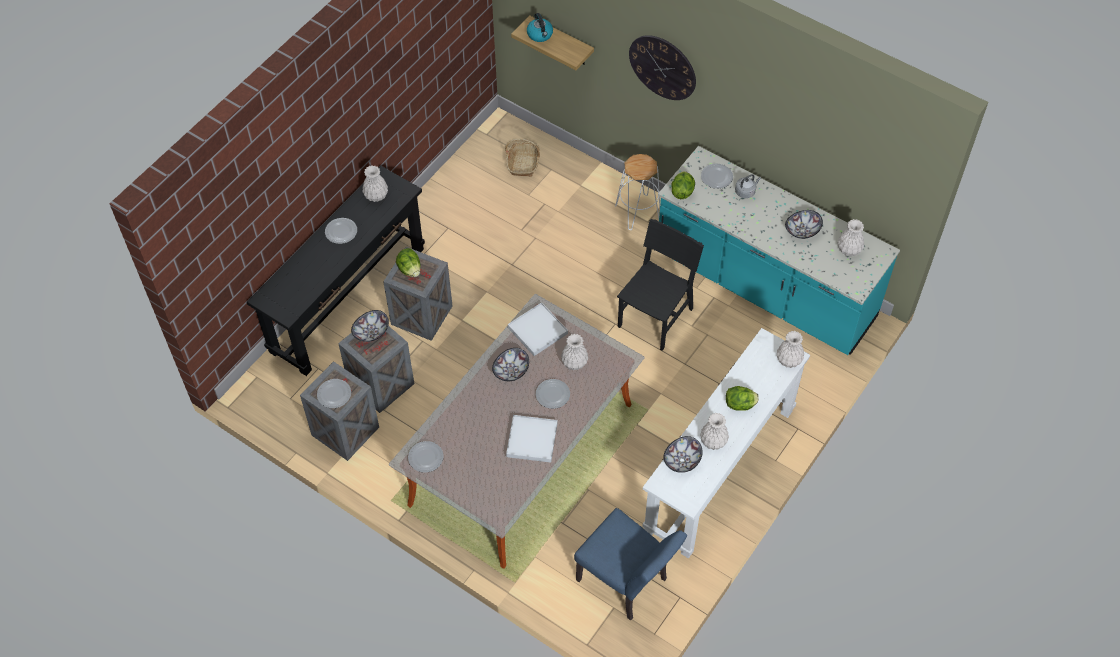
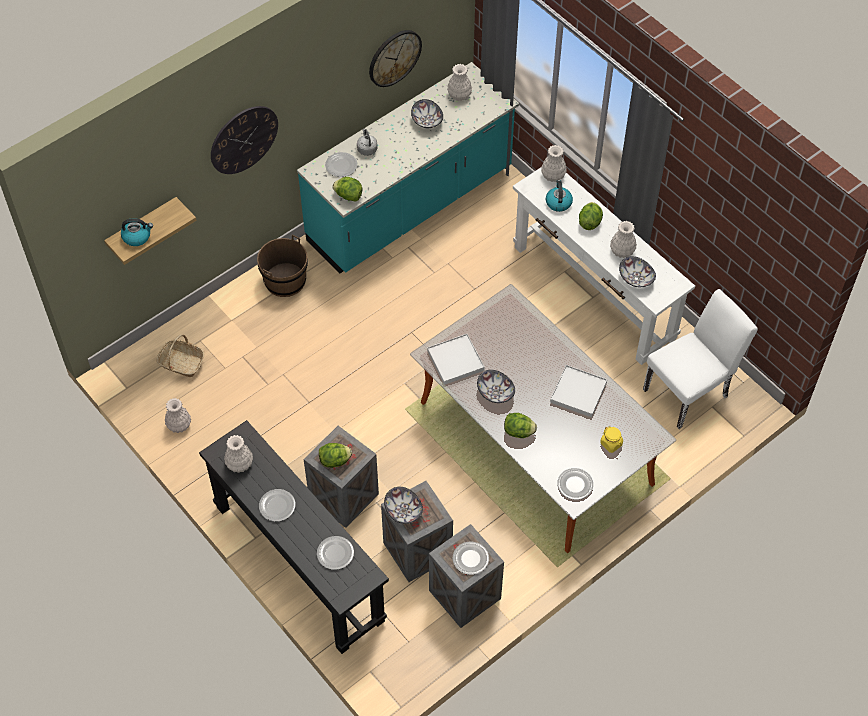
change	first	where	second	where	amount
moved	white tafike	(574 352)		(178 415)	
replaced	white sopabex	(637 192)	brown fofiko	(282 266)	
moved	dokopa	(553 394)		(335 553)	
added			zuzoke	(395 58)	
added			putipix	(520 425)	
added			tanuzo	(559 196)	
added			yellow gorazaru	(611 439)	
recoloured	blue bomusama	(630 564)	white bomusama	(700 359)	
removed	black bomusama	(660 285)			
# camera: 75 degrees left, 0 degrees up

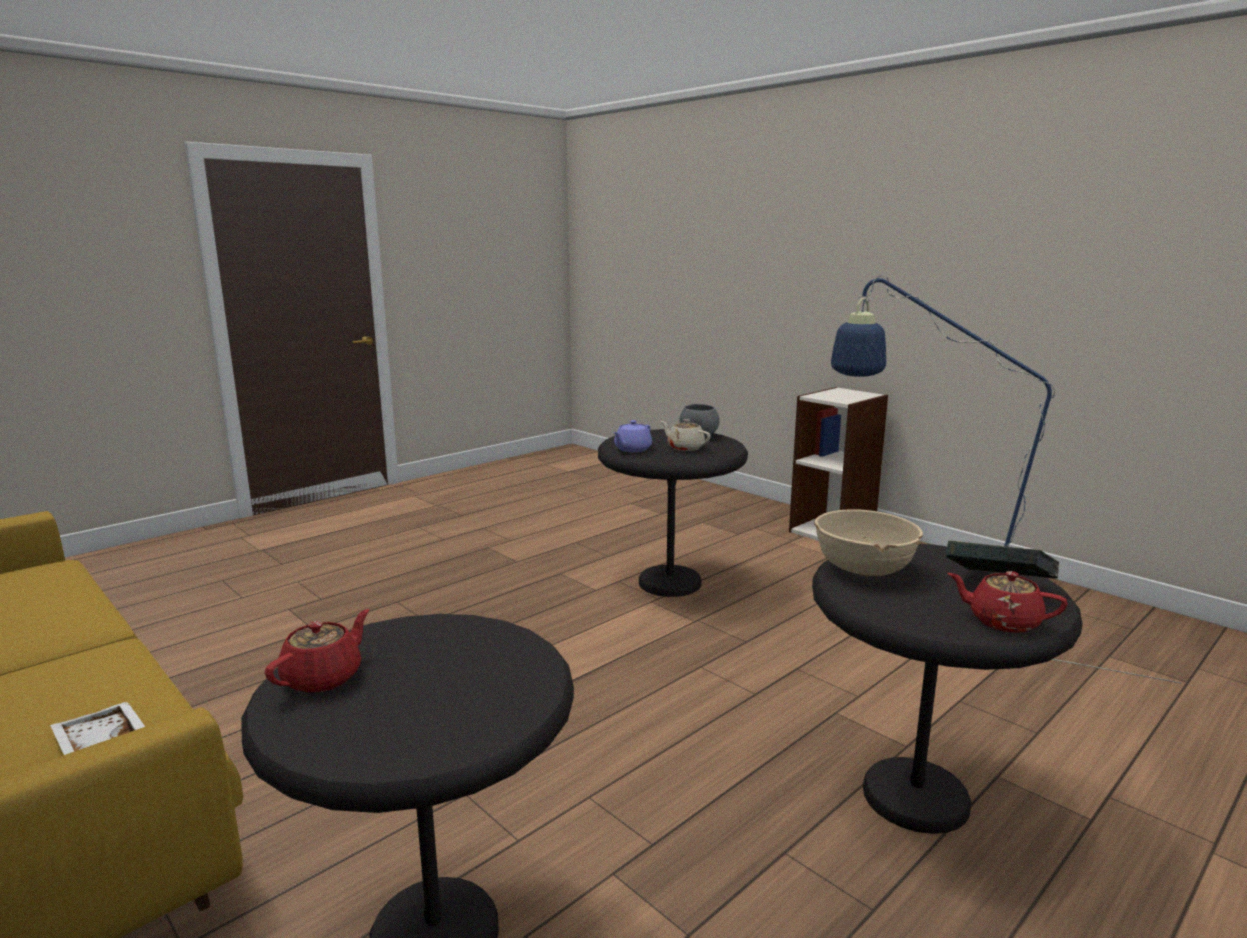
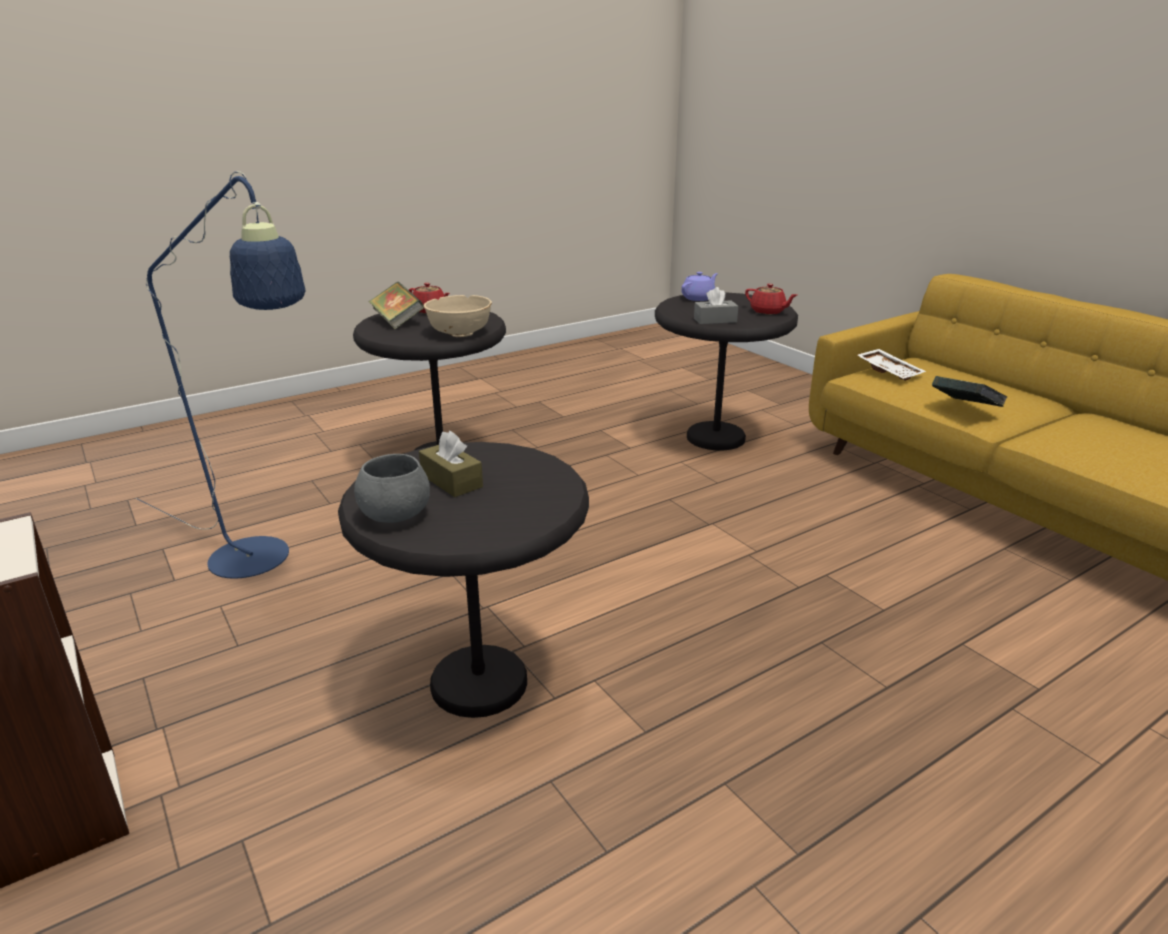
change	first	where	second	where	amount
replaced	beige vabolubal	(686 435)	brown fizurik	(451 464)	
moved	purple vabolubal	(633 436)		(700 286)	
added			grey fizurik	(716 305)	
turned	red vabolubal	(317 651)		(771 299)	90 degrees counterclockwise
added			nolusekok	(969 391)	
# camera: 170 degrees left, 10 degrees up

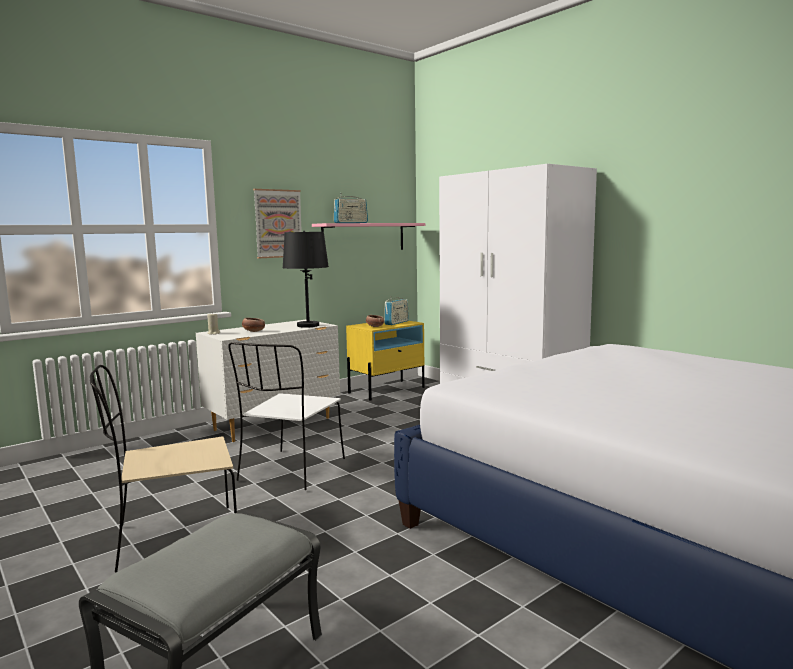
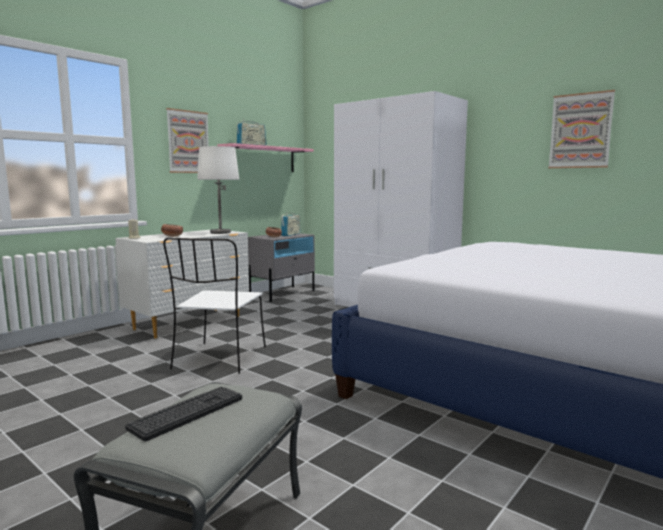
change	first	where	second	where	amount
added			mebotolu	(183 414)	
recoloured	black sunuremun	(306 279)	white sunuremun	(218 190)	
recoloured	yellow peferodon	(385 361)	grey peferodon	(281 267)	
added			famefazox	(581 129)	
removed	beige bomusama	(163 469)			
# camera: 10 degrees left, 0 degrees up

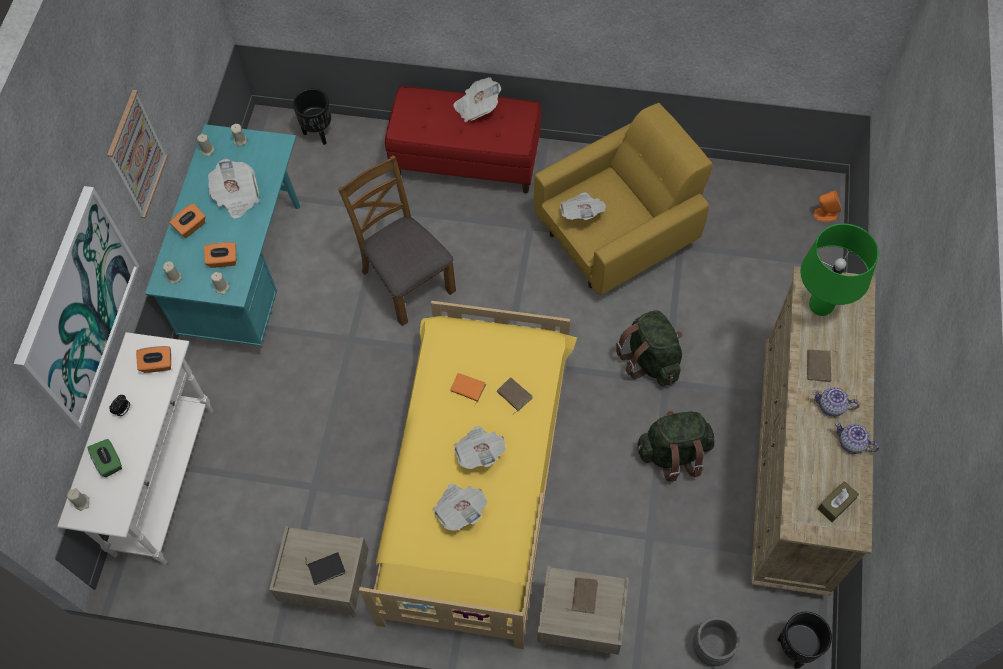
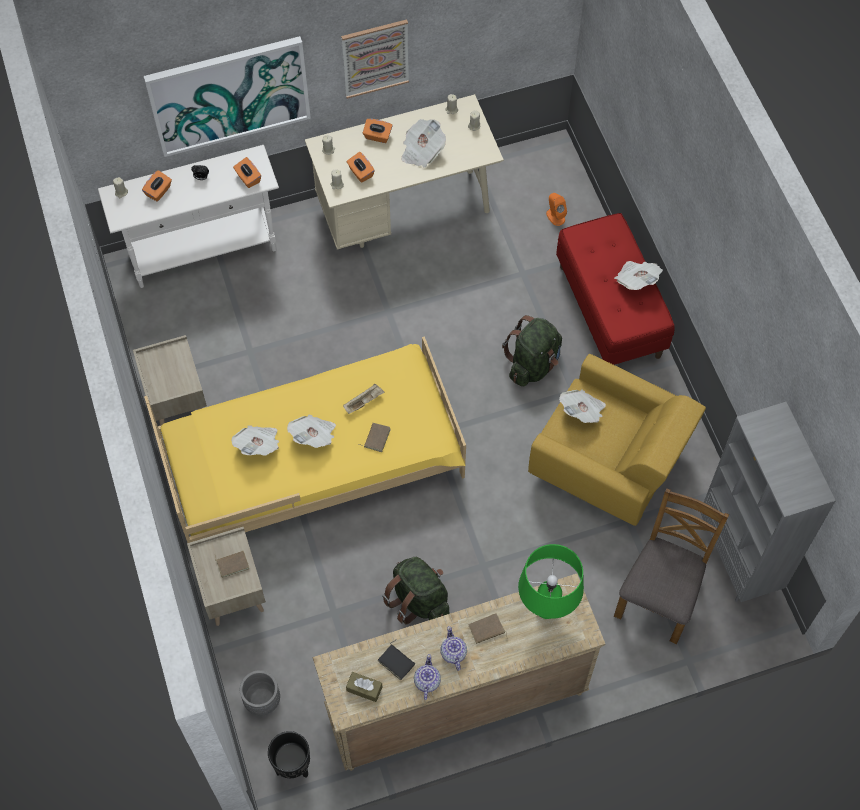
change	first	where	second	where	amount
recoloured	green fizurik	(104 458)	orange fizurik	(157 186)	
recoloured	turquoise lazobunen	(222 235)	beige lazobunen	(404 171)	
replaced	orange nolusekok	(468 389)	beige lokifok	(363 399)	
moved	black nolusekok	(325 568)		(396 659)	
moved	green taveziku	(649 348)		(532 350)	
moved	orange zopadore	(827 206)		(556 209)	
moved	brown bomusama	(397 240)		(671 566)	
added			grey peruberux	(768 502)	
removed	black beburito	(312 116)			
# camera: 60 degrees right, 0 degrees up

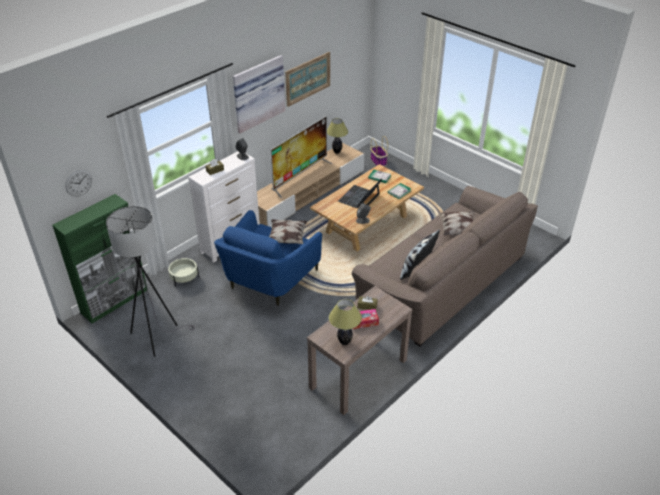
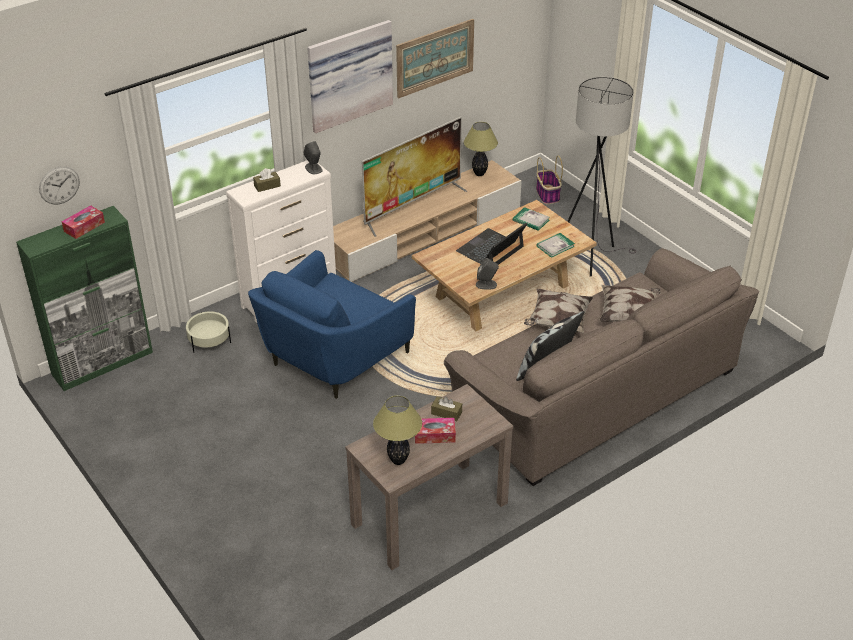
change	first	where	second	where	amount
added			fizurik	(83 222)	
moved	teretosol	(288 231)		(558 311)	
moved	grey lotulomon	(150 281)		(602 177)	
# camera: 10 degrees right, 0 degrees up

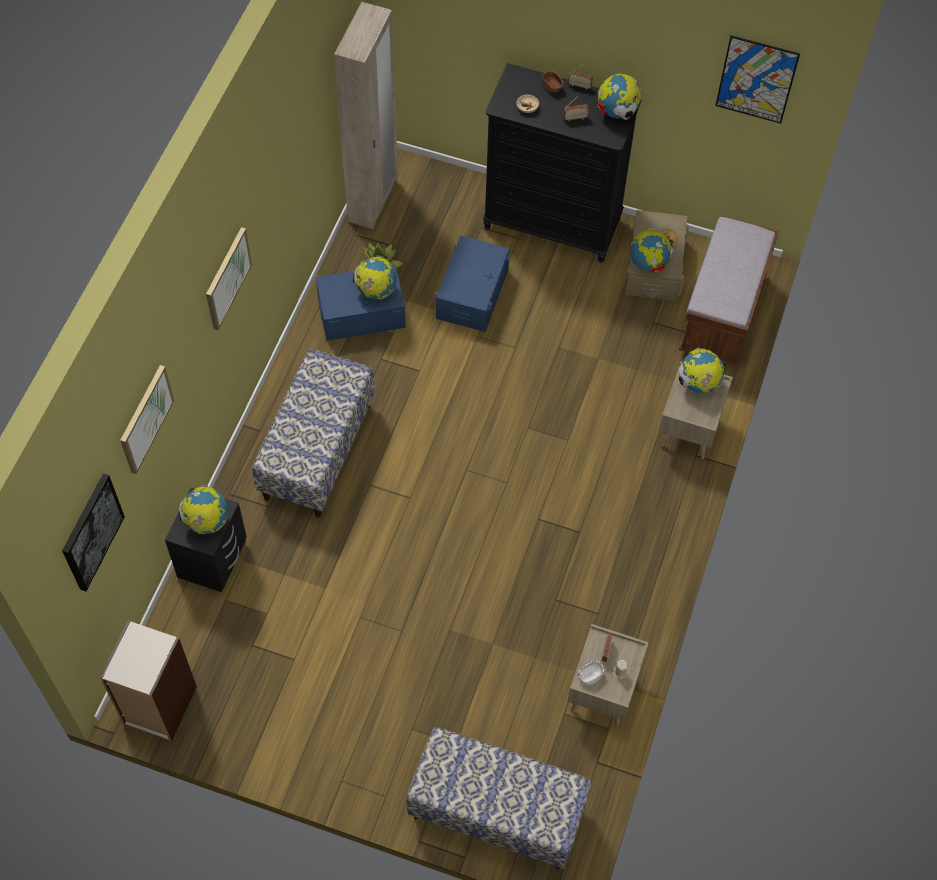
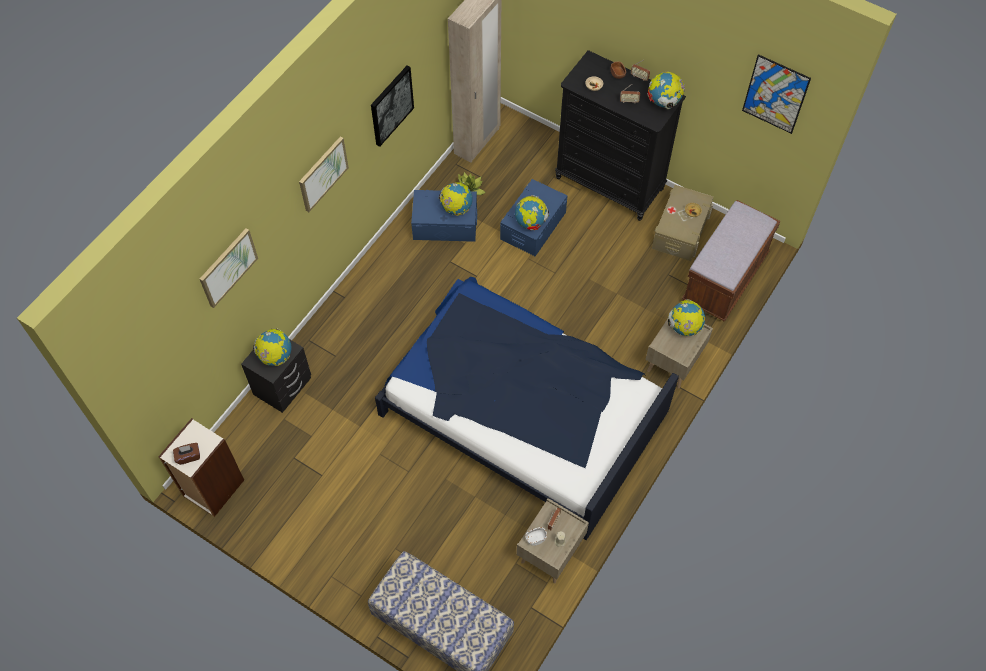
change	first	where	second	where	amount
added			brown fizurik	(186 454)	
moved	famefazox	(93 533)		(392 106)	
added			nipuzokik	(527 408)	
moved	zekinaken	(651 250)		(532 212)	
removed	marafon	(313 433)			
# camera: 15 degrees right, 0 degrees up

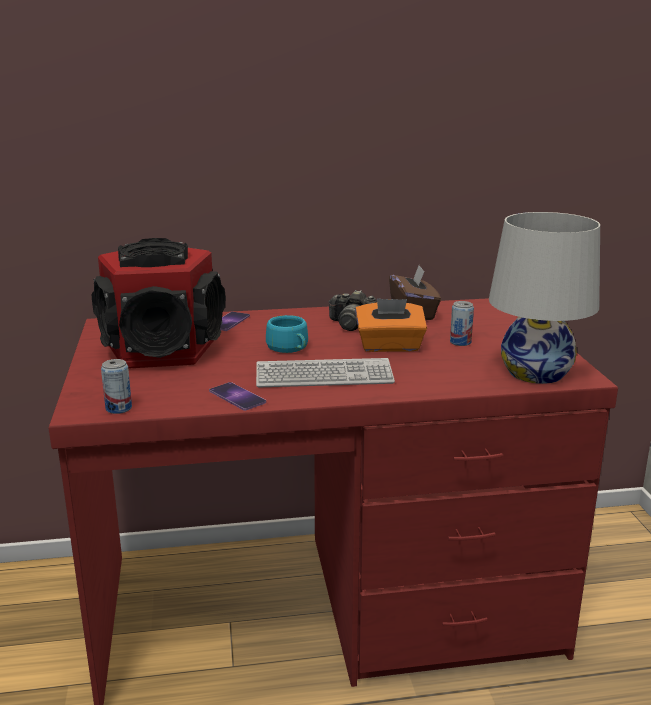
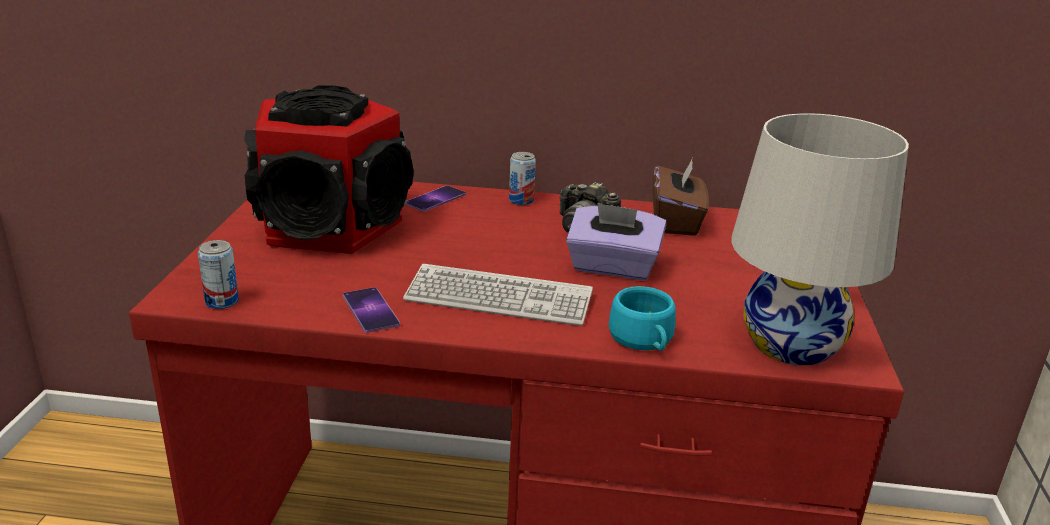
change	first	where	second	where	amount
moved	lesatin	(462 323)		(522 178)	
recoloured	orange fizurik	(391 325)	purple fizurik	(616 241)	
moved	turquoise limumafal	(287 334)		(642 318)	
# camera: 15 degrees right, 5 degrees up

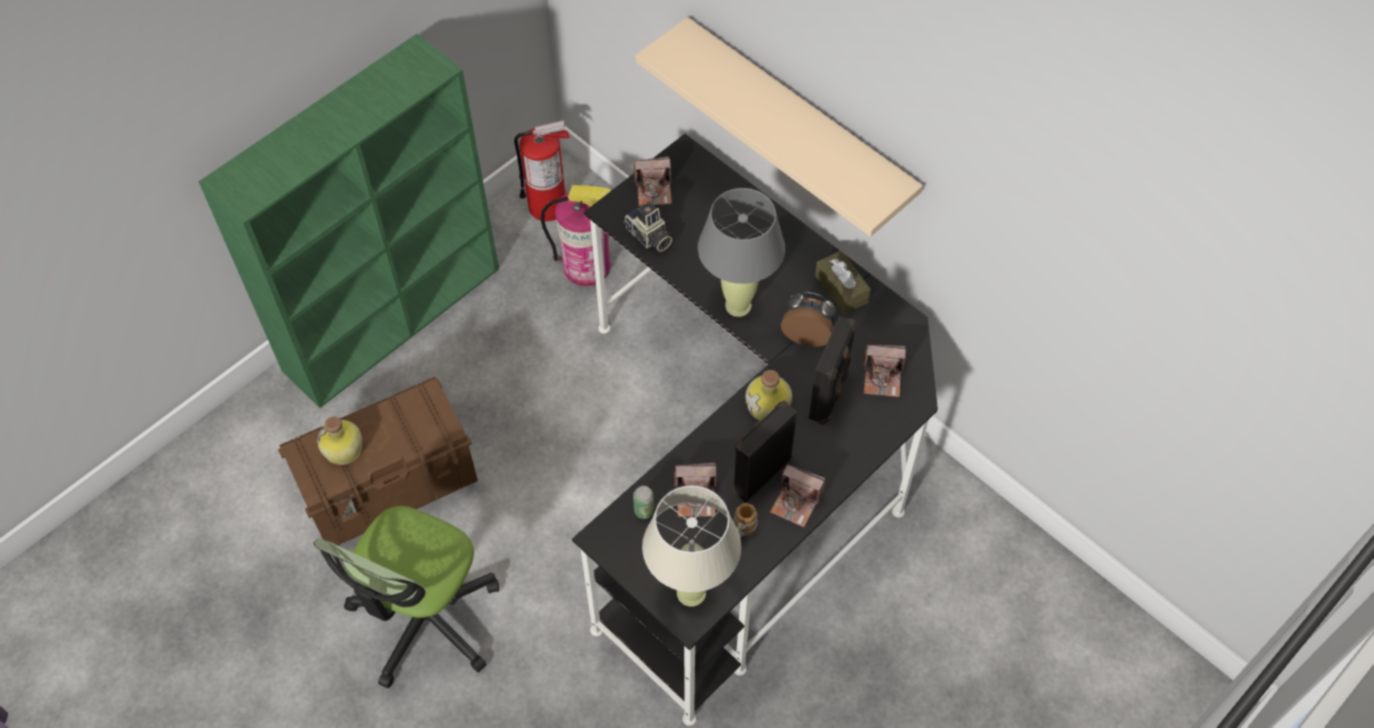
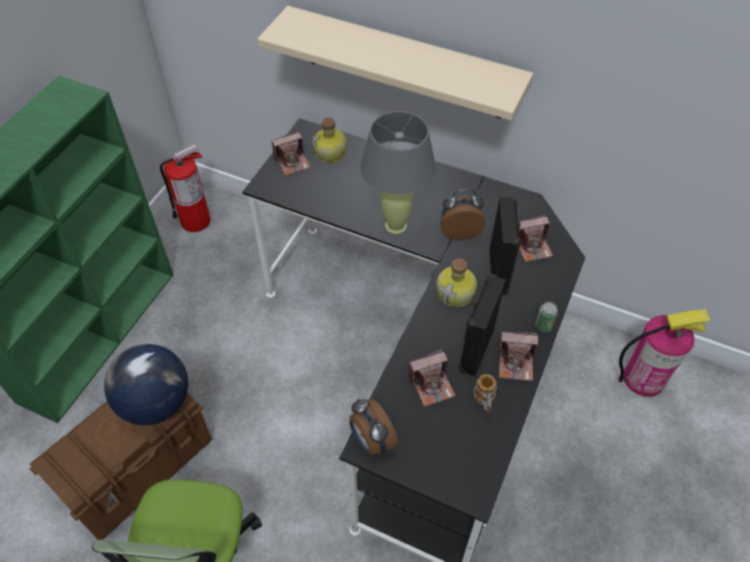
change	first	where	second	where	amount
added			zekinaken	(146 384)	
moved	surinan	(339 440)		(329 140)	
added			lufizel	(374 427)	
moved	lesatin	(643 502)		(546 317)	
moved	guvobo	(575 235)		(664 353)	
removed	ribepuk	(647 227)			
removed	beige sunuremun	(691 546)			
removed	brown fizurik	(843 282)			
# camera: 20 degrees left, 5 degrees down

